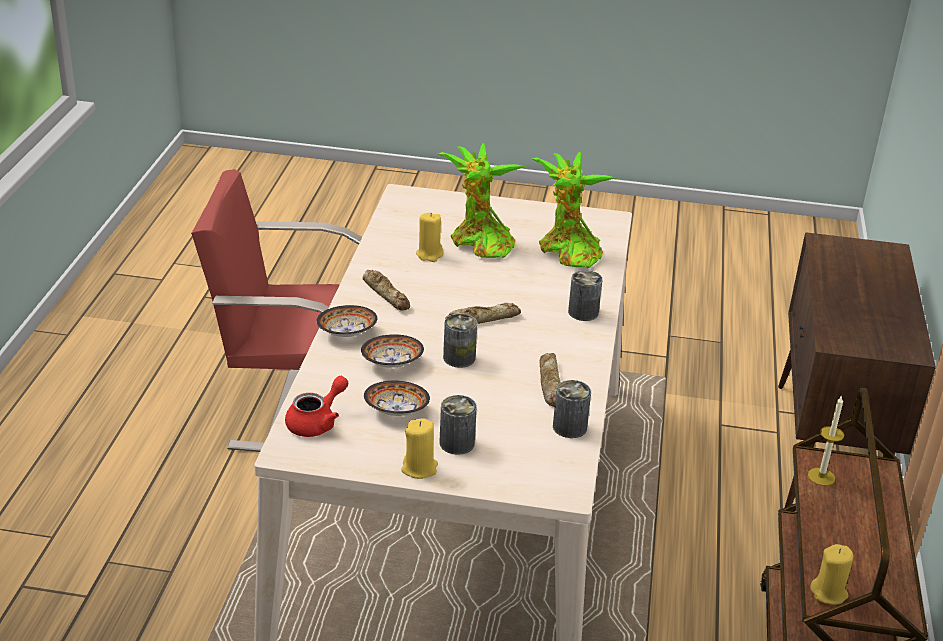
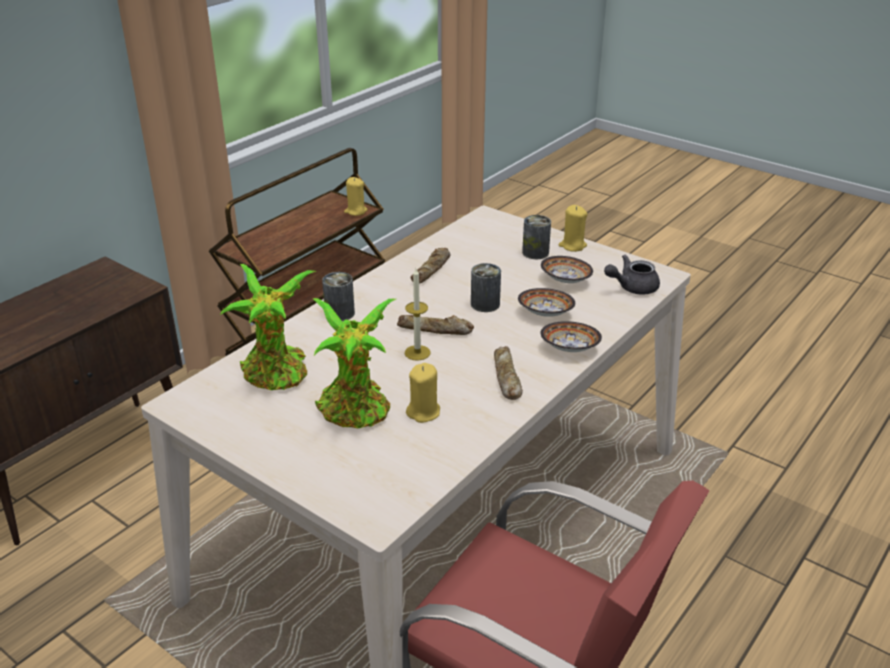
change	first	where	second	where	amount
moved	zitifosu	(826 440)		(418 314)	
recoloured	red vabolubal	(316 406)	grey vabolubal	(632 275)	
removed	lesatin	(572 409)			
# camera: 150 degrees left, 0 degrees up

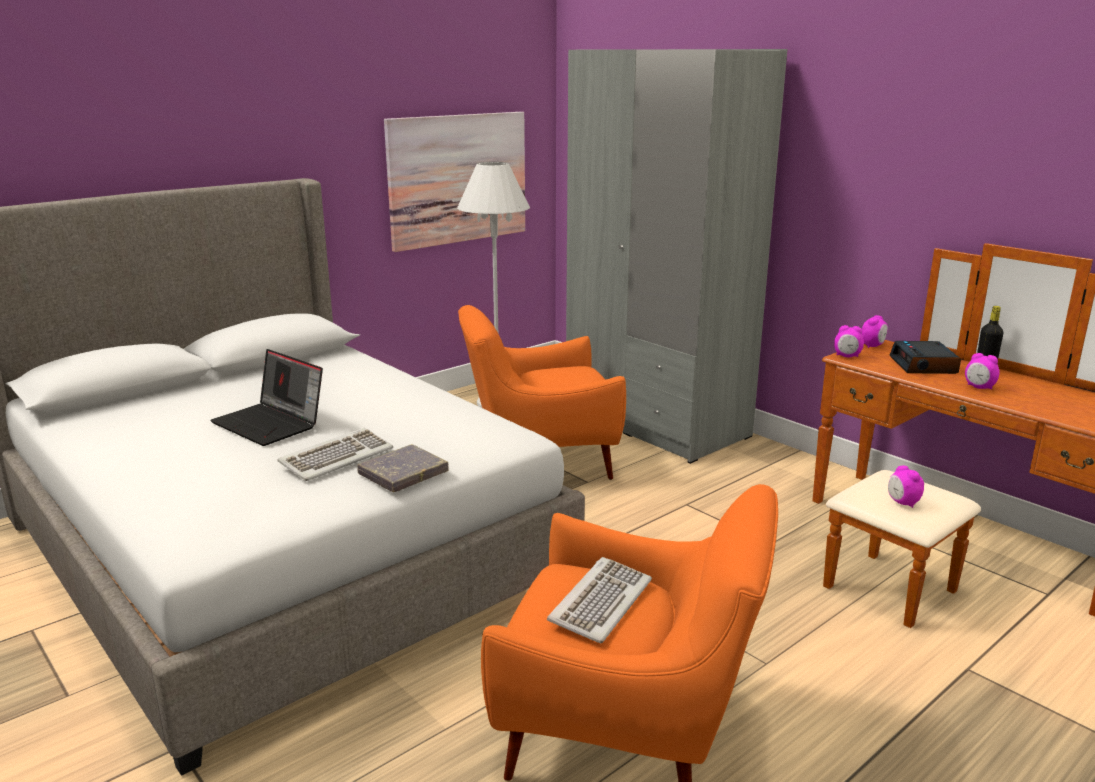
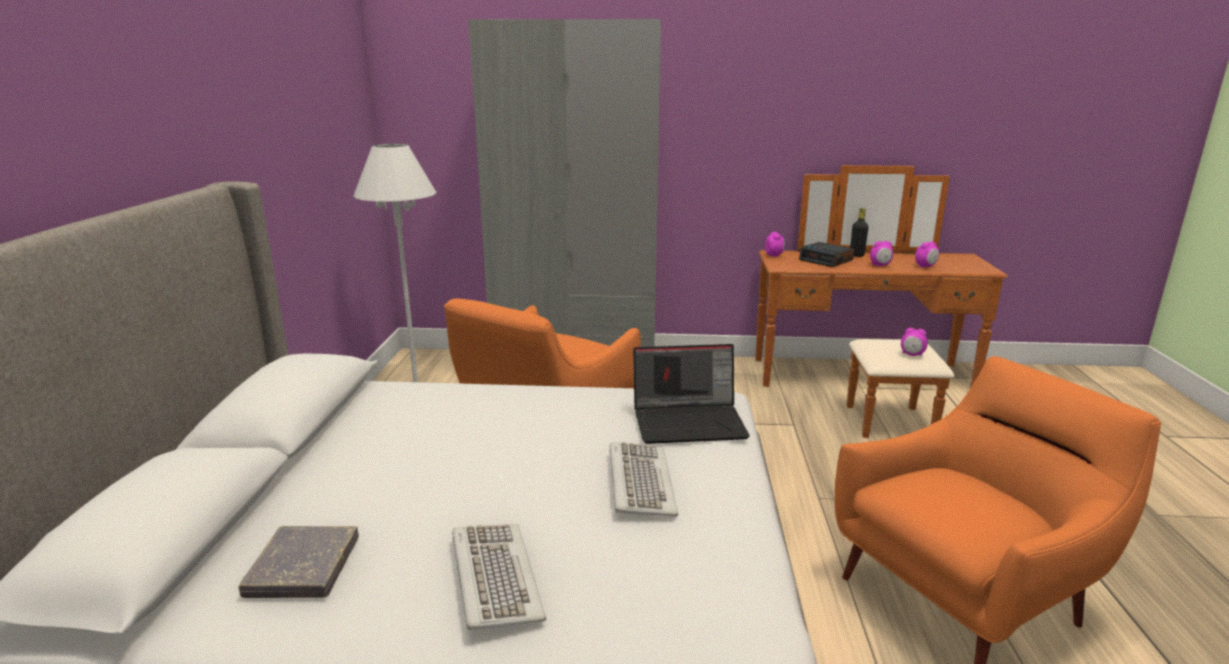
change	first	where	second	where	amount
moved	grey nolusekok	(403 468)		(299 562)	
moved	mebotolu	(599 600)		(499 577)	
moved	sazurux	(266 397)		(691 394)	
moved	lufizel	(849 341)		(927 254)	
removed	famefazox	(454 182)			
# camera: 45 degrees left, 0 degrees up

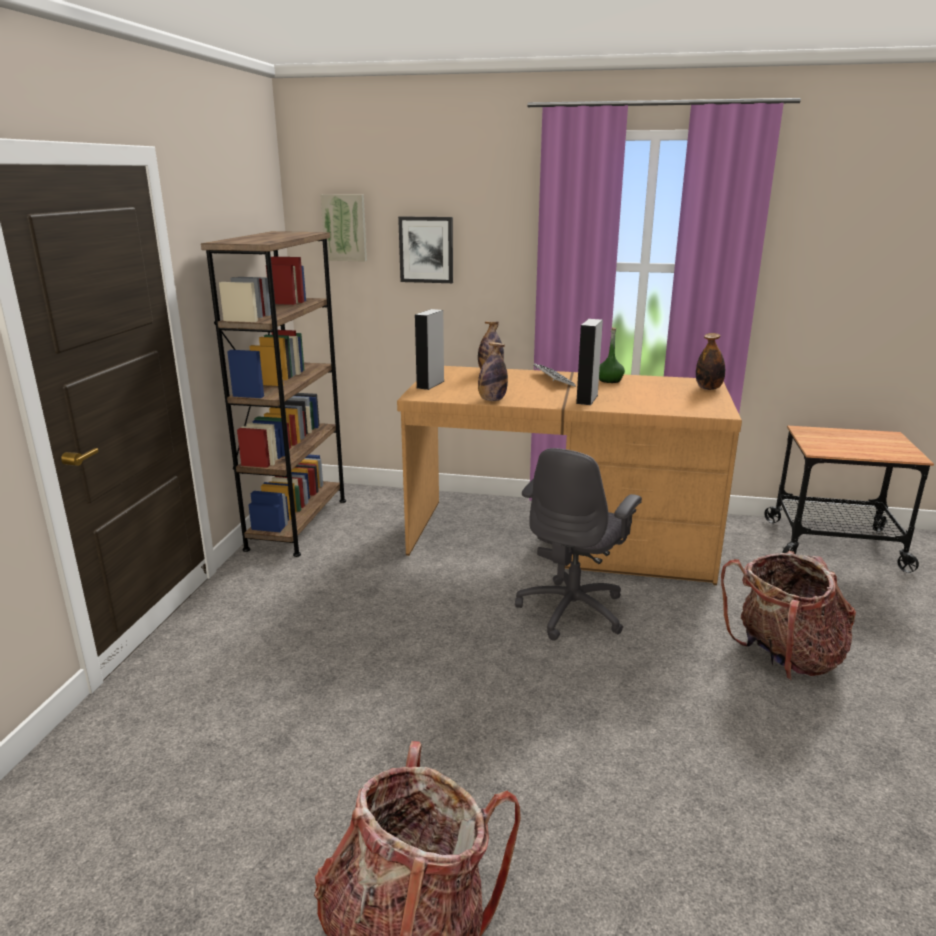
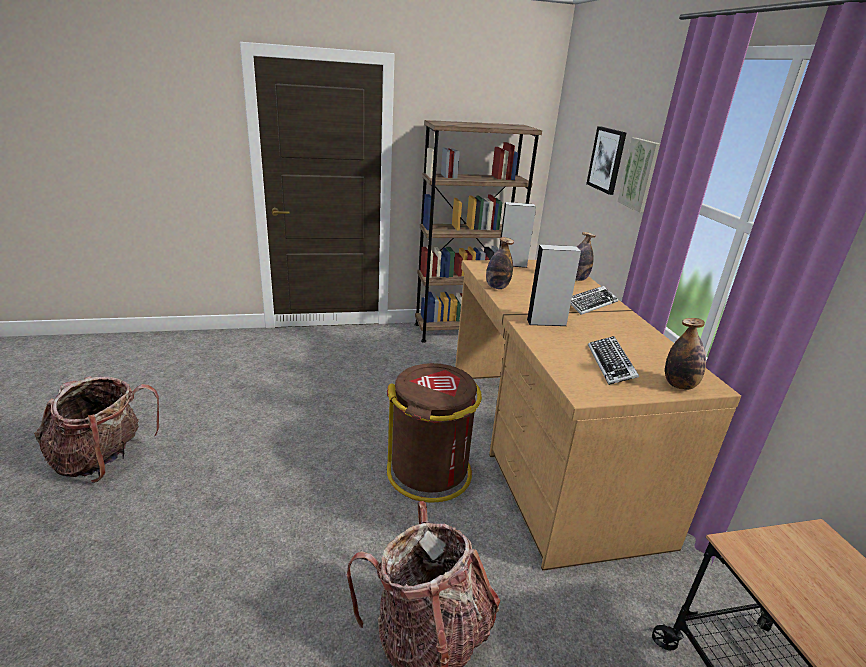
change	first	where	second	where	amount
replaced	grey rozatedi	(578 544)	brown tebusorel	(434 433)	
added			mebotolu	(613 360)	
moved	famefazox	(343 228)		(638 175)	
removed	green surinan	(612 355)			
# camera: 65 degrees right, 5 degrees up

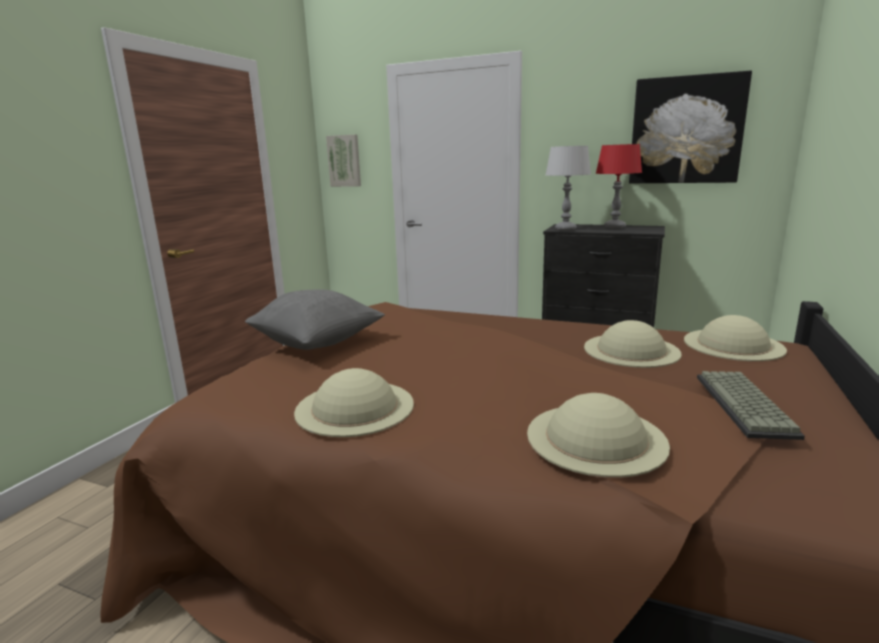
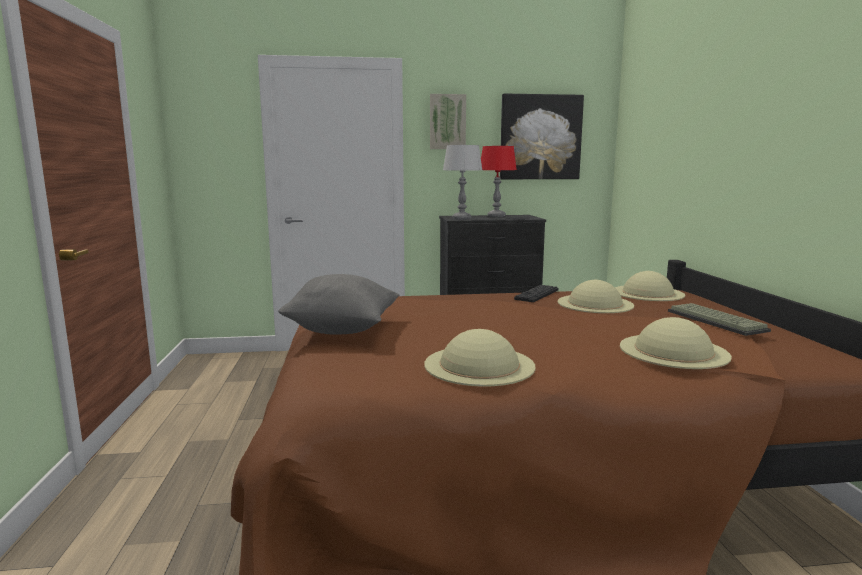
change	first	where	second	where	amount
moved	famefazox	(343 161)		(448 121)	
added			mebotolu	(536 293)	
# camera: 30 degrees left, 5 degrees down

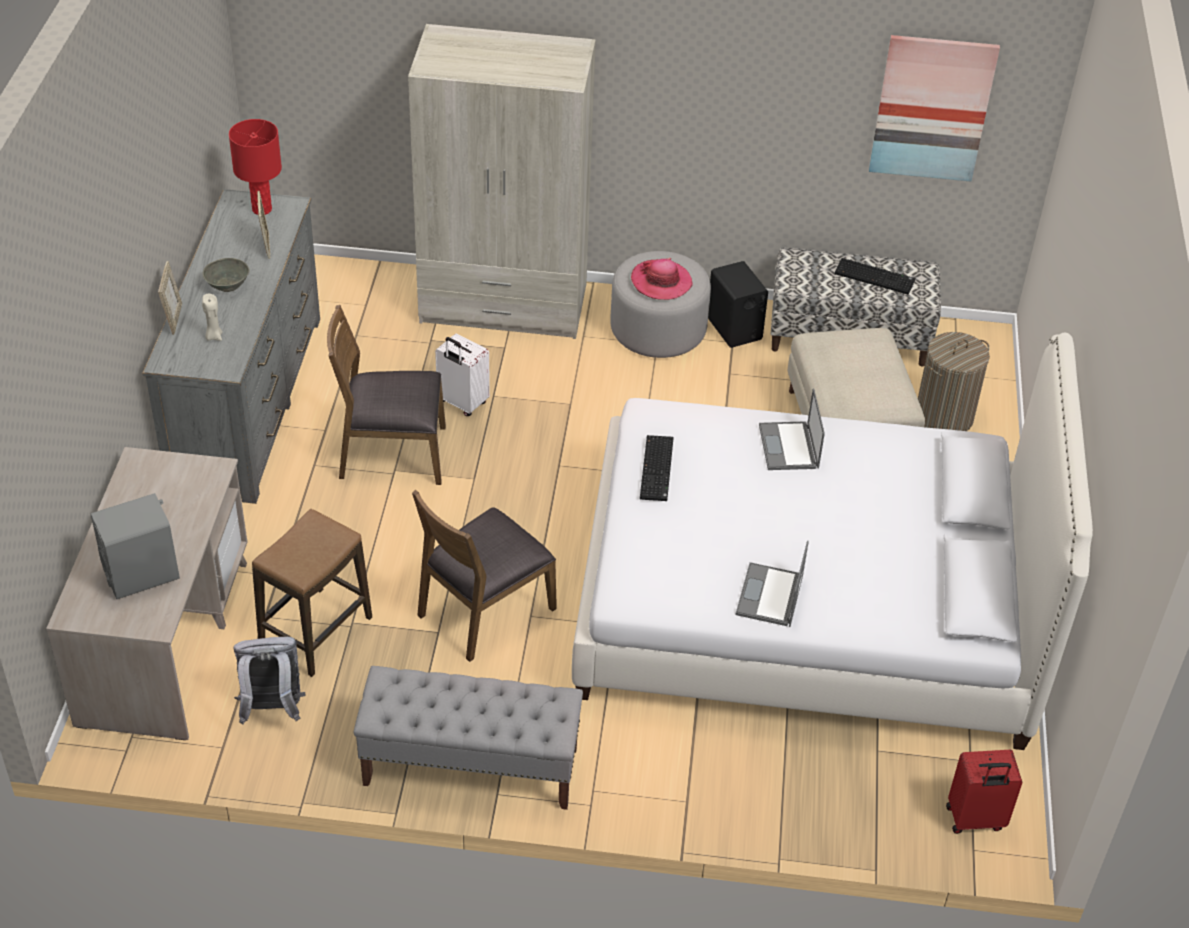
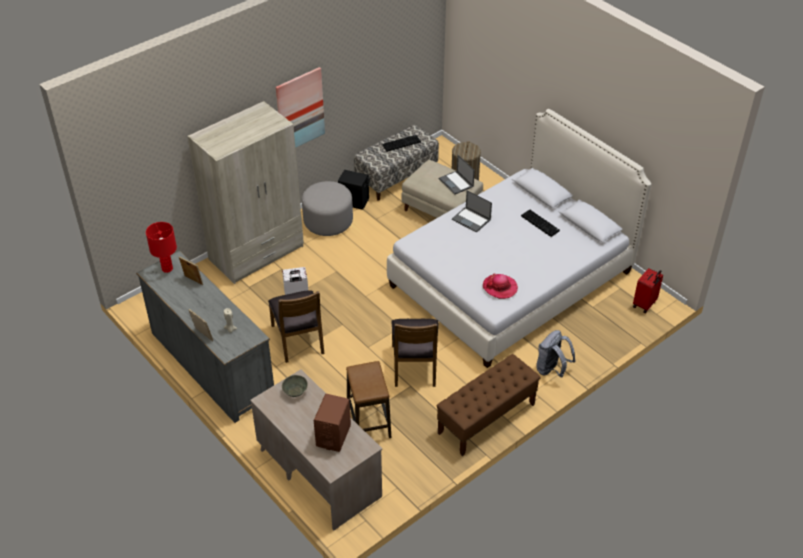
change	first	where	second	where	amount
turned	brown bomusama	(386 395)		(296 326)	60 degrees counterclockwise
moved	famefazox	(934 108)		(300 107)	
moved	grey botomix	(226 275)		(295 386)	
recoloured	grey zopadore	(135 546)	brown zopadore	(332 423)	
recoloured	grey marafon	(468 738)	brown marafon	(488 405)	
moved	sazurux	(772 583)		(457 174)	
moved	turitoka	(662 279)		(500 286)	
moved	mebotolu	(656 468)		(540 223)	
moved	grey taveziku	(269 681)		(556 353)	
# camera: 45 degrees left, 0 degrees up

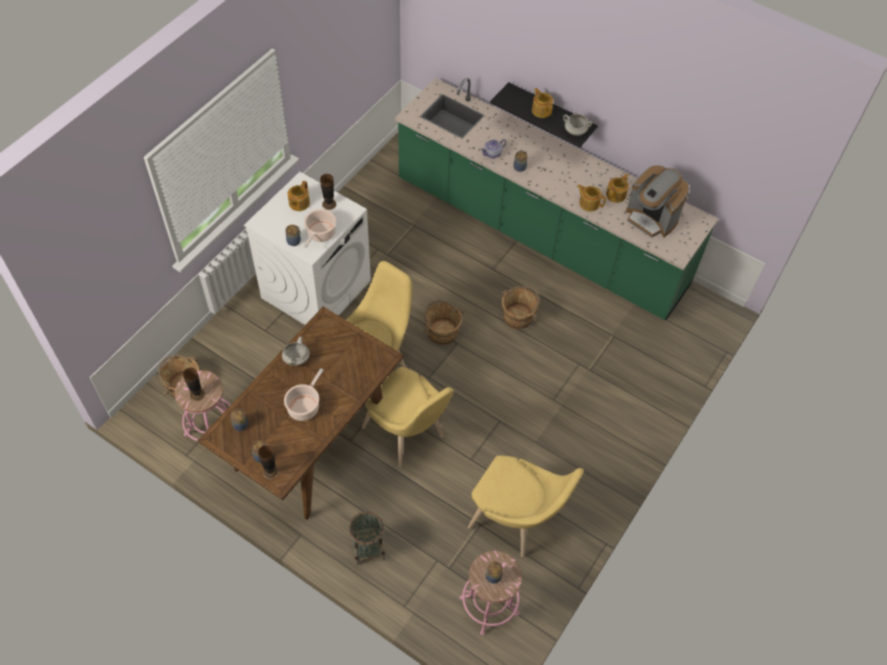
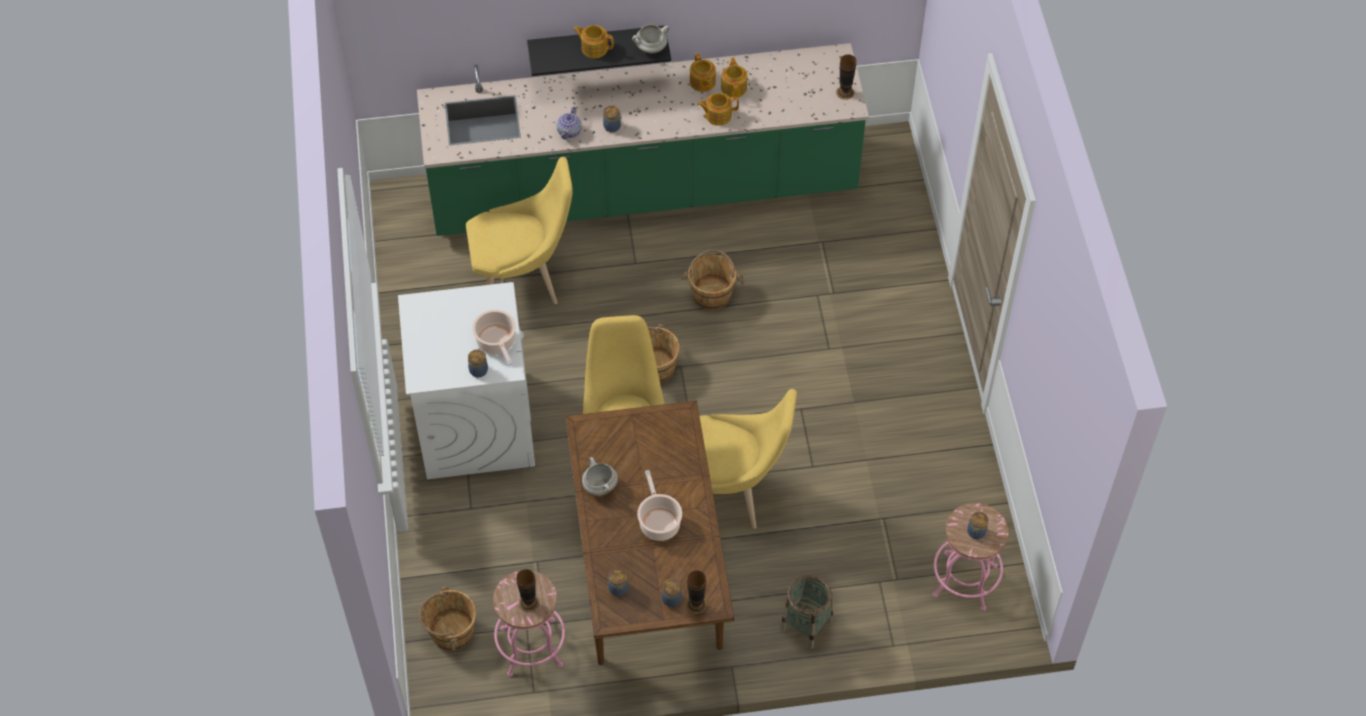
change	first	where	second	where	amount
moved	yellow bomusama	(526 506)		(519 230)	
moved	vabolubal	(299 196)		(703 72)	
moved	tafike	(328 192)		(846 77)	
removed	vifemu	(658 201)			
# camera: 40 degrees left, 0 degrees up

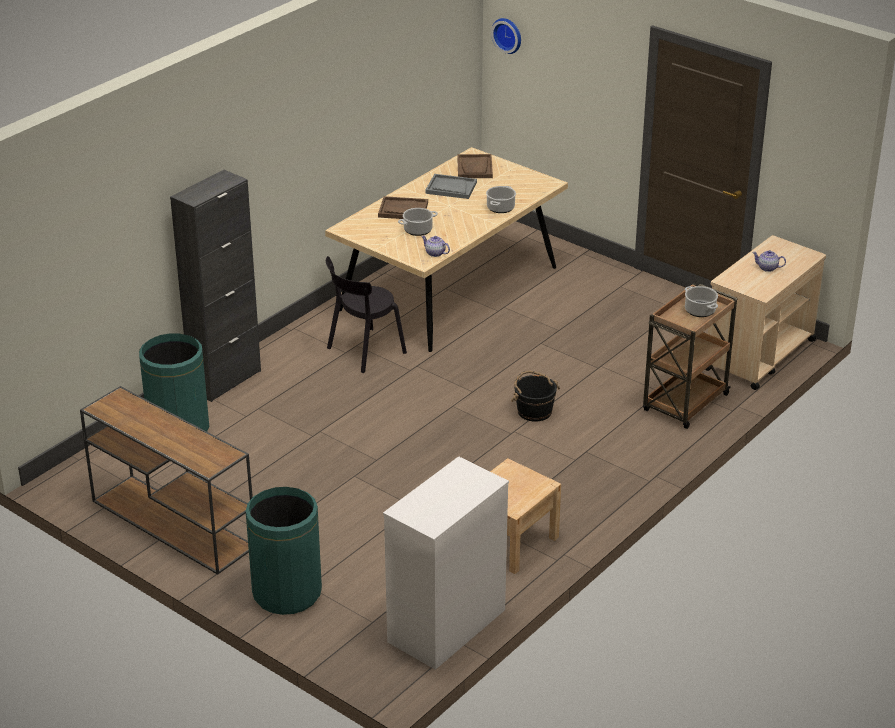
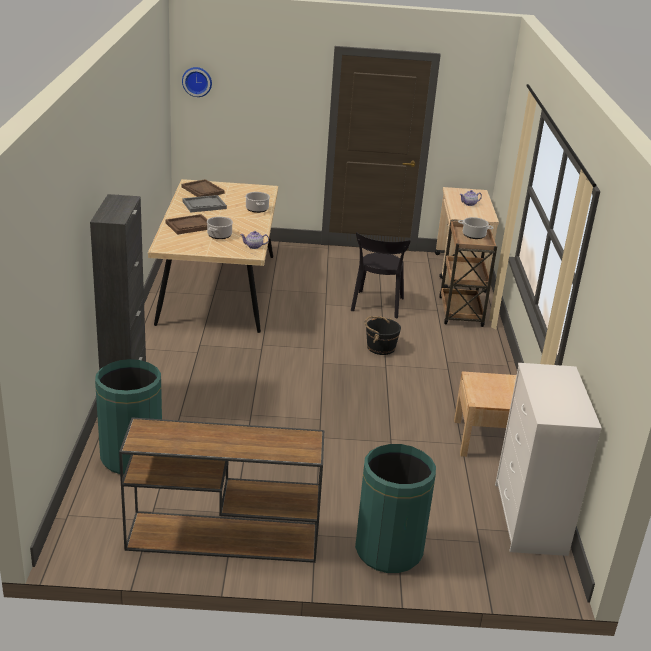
change	first	where	second	where	amount
moved	black bomusama	(366 314)		(380 275)	
# camera: 40 degrees left, 5 degrees down

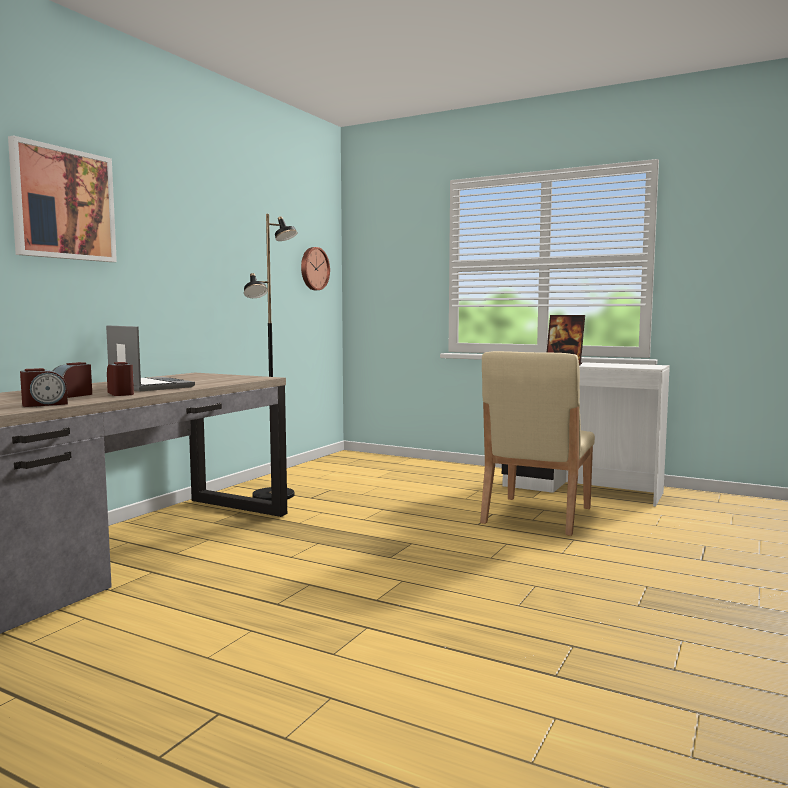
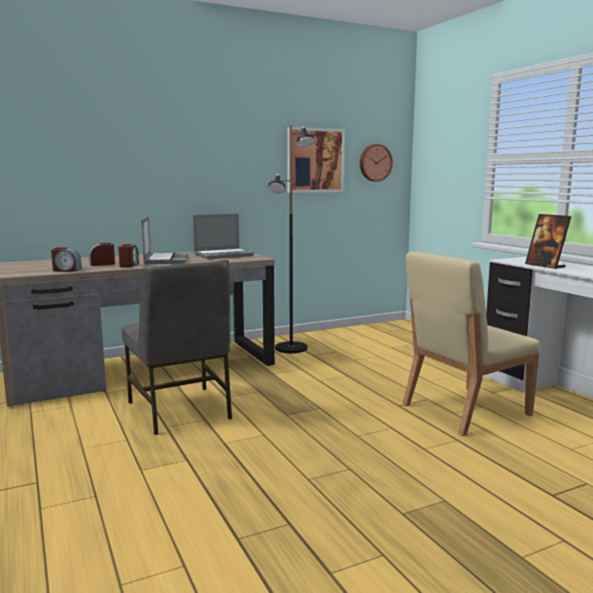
change	first	where	second	where	amount
added			grey bomusama	(177 347)	
added			sazurux	(223 236)	
moved	famefazox	(62 198)		(316 160)	
# camera: 35 degrees right, 5 degrees up

